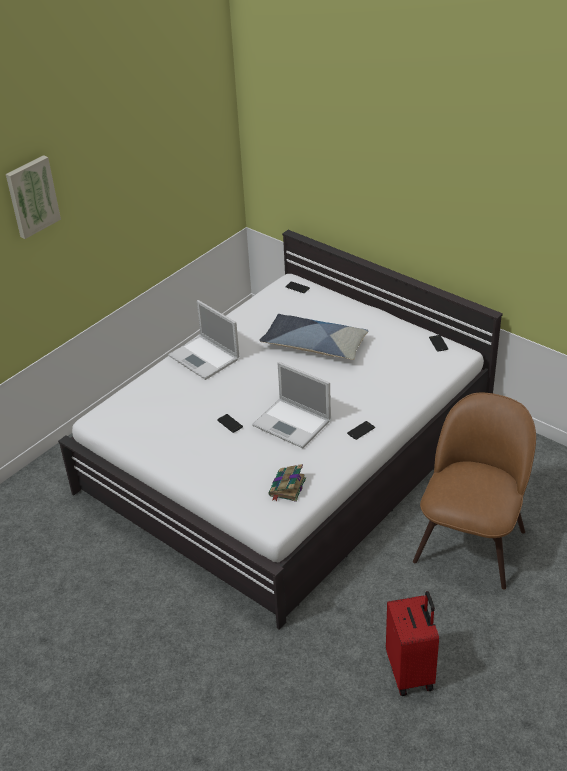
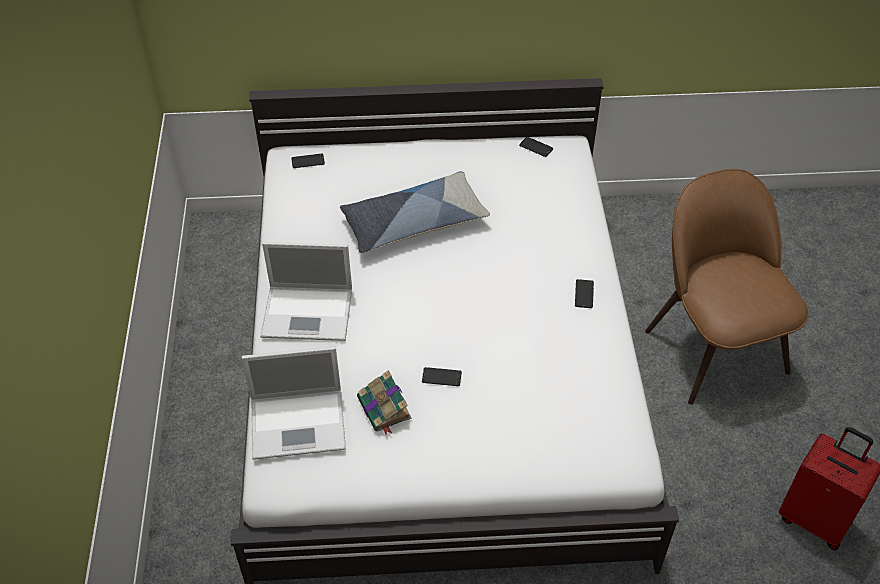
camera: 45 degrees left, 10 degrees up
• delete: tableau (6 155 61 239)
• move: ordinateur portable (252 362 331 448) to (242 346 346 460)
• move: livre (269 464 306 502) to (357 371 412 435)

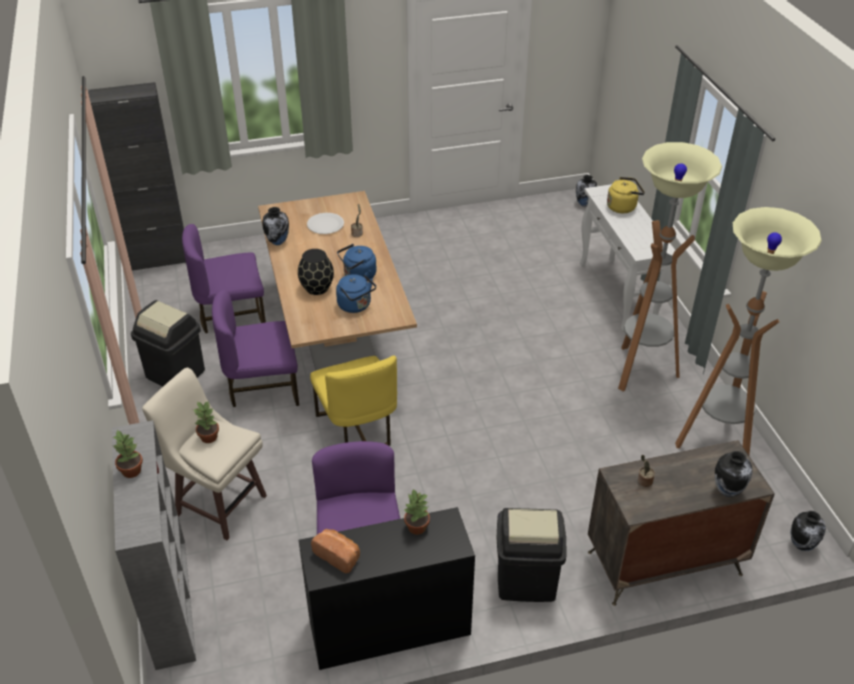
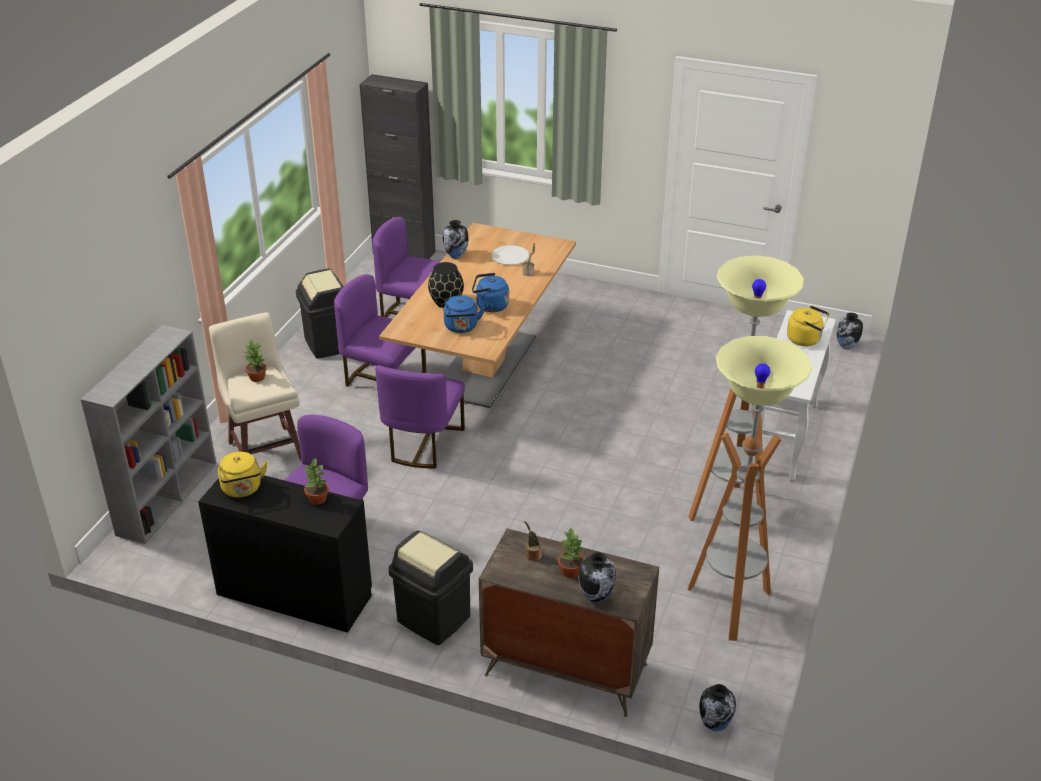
camera: 35 degrees right, 5 degrees down
• move: plante en pot (113 430 143 478) to (558 528 584 578)
• replace: pain (311 529 360 573) to bouilloire [jaune] (218 452 268 498)
• recolor: chaise [jaune] (310 355 397 446) to chaise [violet] (375 365 465 469)

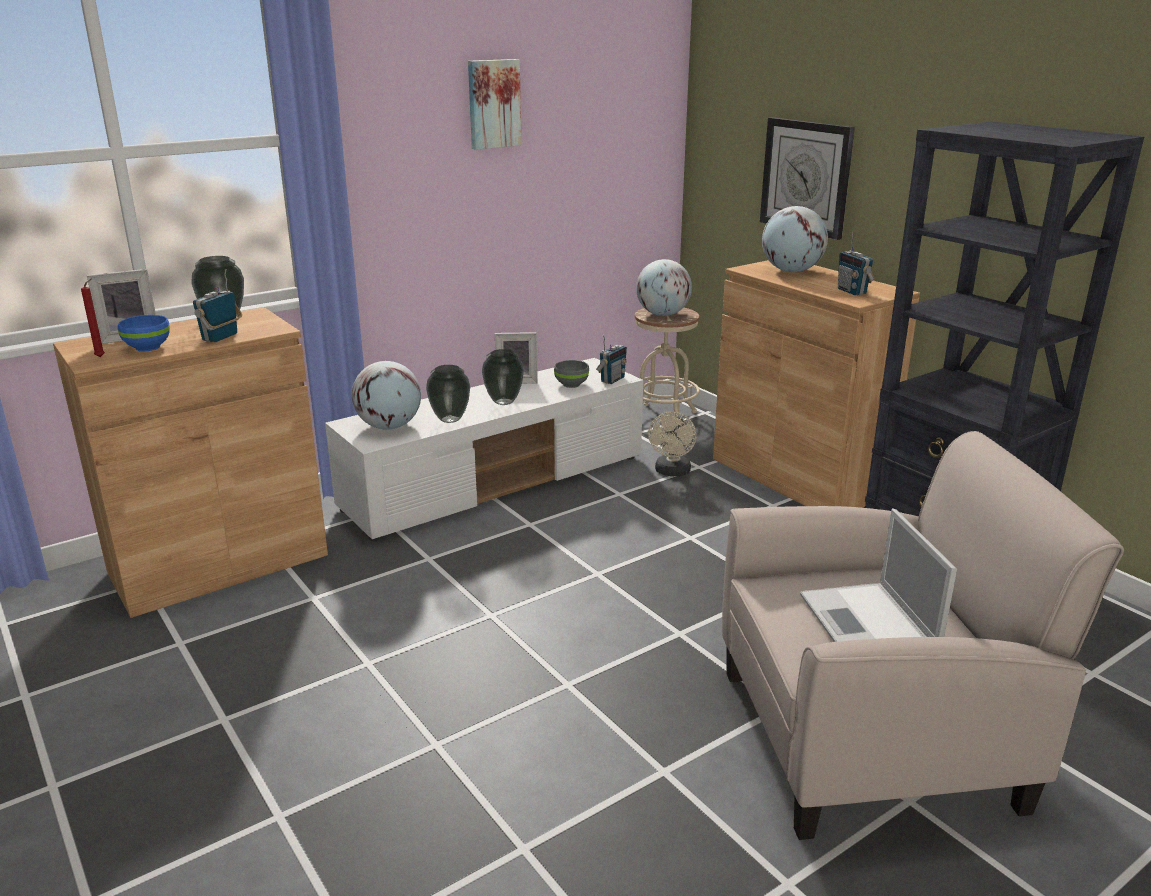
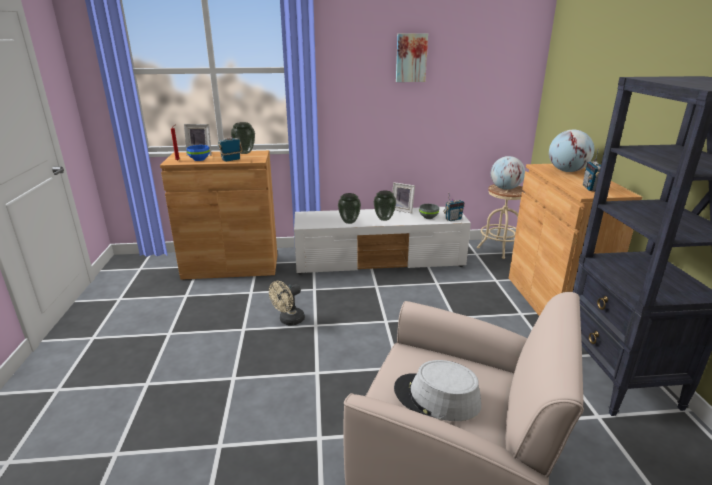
camera: 30 degrees right, 0 degrees up
• delete: globe (352 361 421 430)
• delete: horloge murale (760 117 855 240)
• move: ventilateur [beige] (648 412 697 476) to (269 281 305 326)
• replace: ordinateur portable (800 509 957 642) to chapeau [gris] (394 360 481 421)

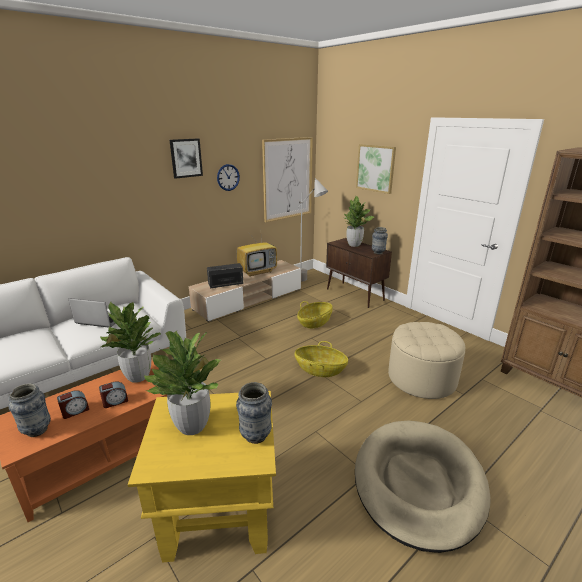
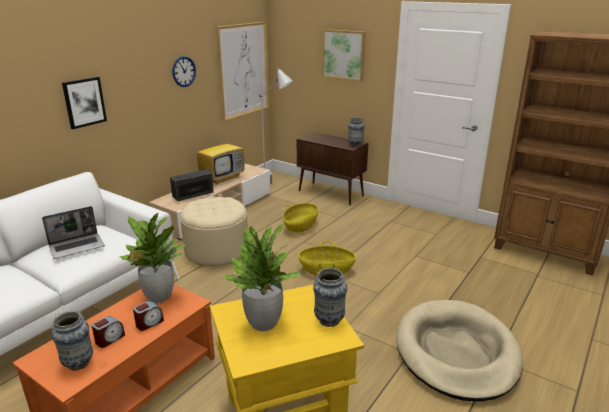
camera: 15 degrees left, 0 degrees up
• delete: plante en pot (344 196 374 247)
• move: tableau (170 138 203 179) to (62 77 107 129)
• move: pouf [beige] (388 322 465 399) to (180 197 248 266)
• rotate: ordinateur portable (69 298 116 327) = (42 206 105 259) 150 degrees clockwise

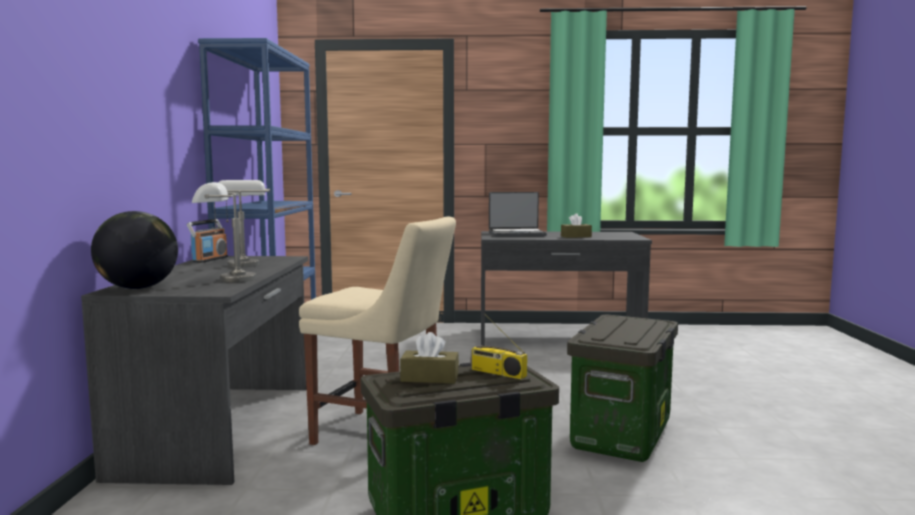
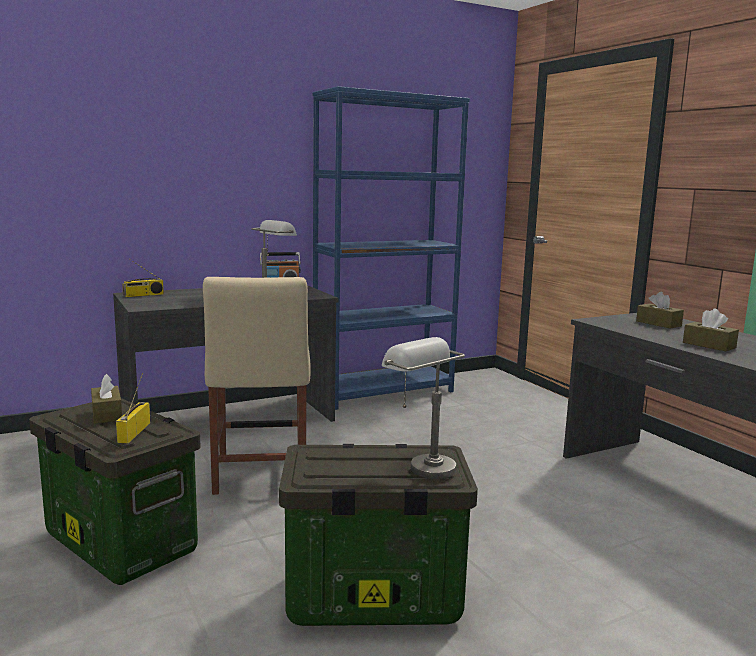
camera: 60 degrees right, 5 degrees up
• move: lampe de table [gris] (192 182 256 283) to (382 337 465 479)
• replace: globe (91 211 178 289) to radio (122 260 164 297)
• replace: ordinateur portable (489 192 547 237) to boîte à mouchoirs [marron] (636 292 684 329)

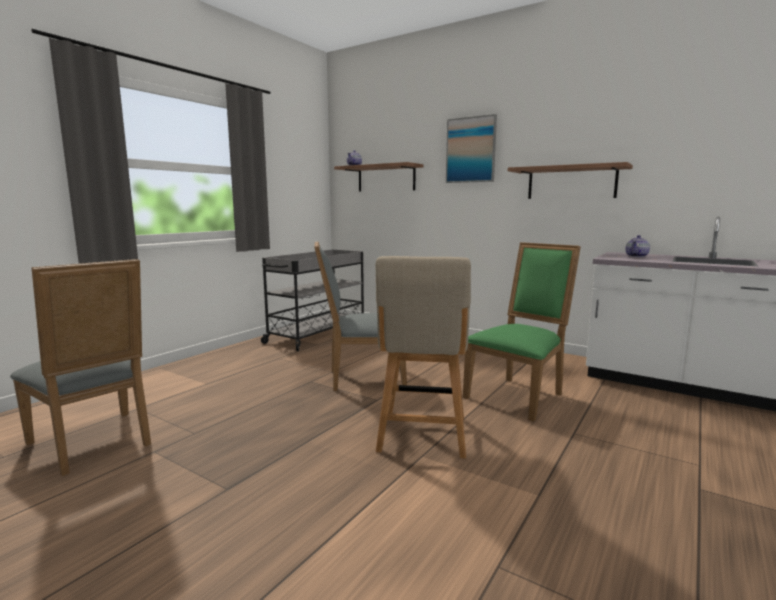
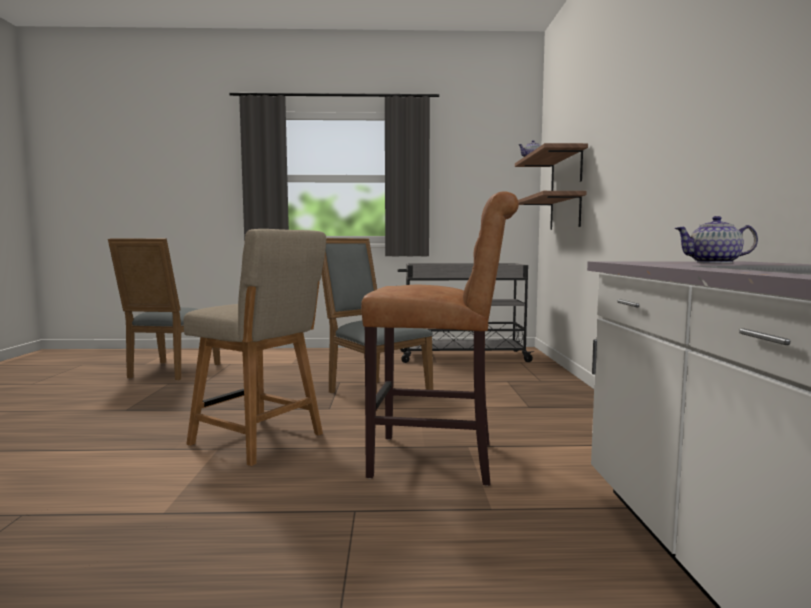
camera: 55 degrees right, 5 degrees down
• delete: tableau (446 114 497 183)
• move: étagère (508 162 633 199) to (518 191 587 230)
• replace: chaise [vert] (463 242 581 422) to tabouret [marron] (361 192 519 486)
• rotate: chaise [beige] (375 256 471 458) = (184 229 326 466) 120 degrees counterclockwise

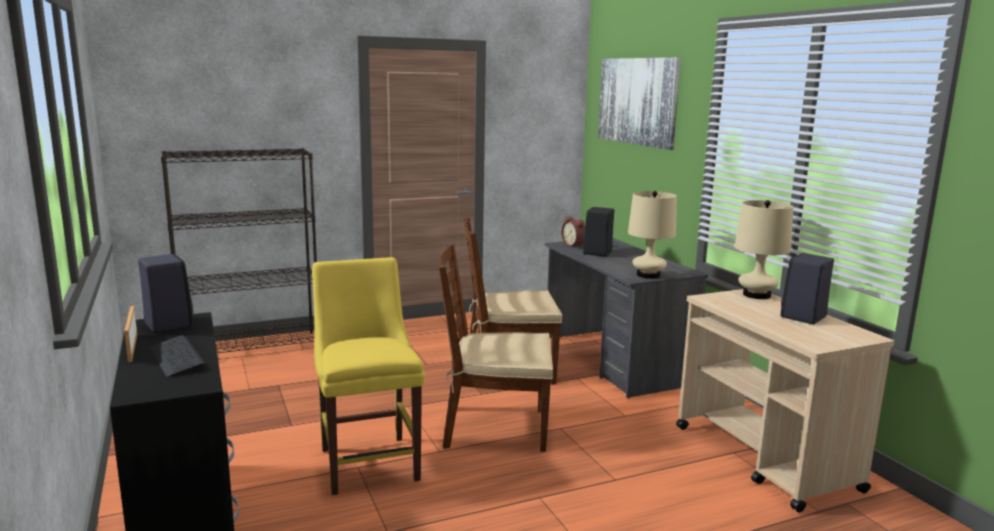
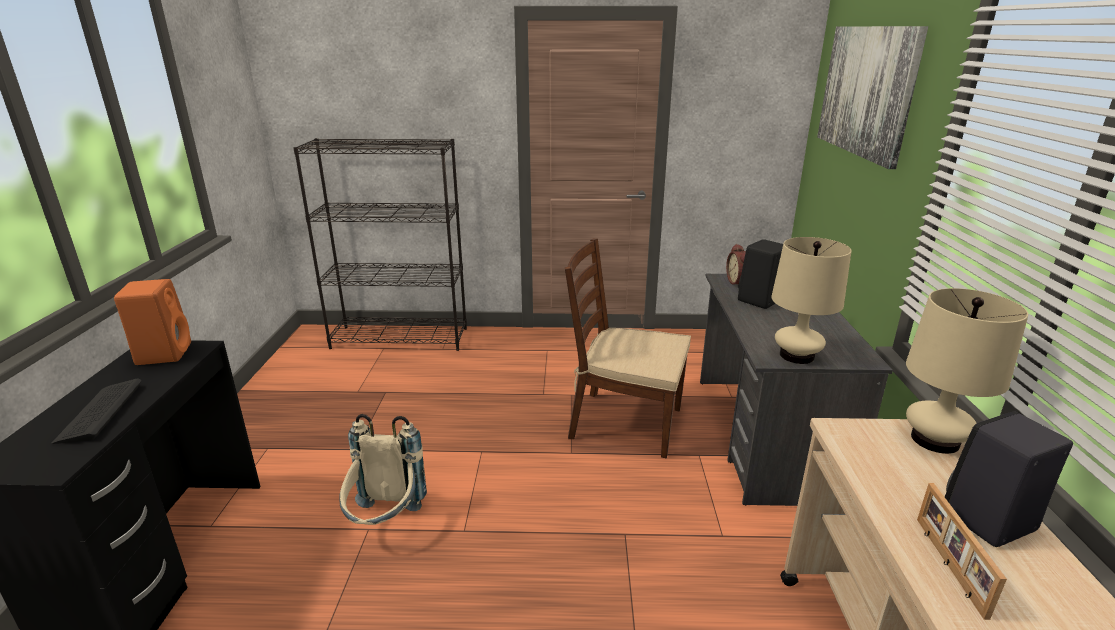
camera: 25 degrees right, 10 degrees up
• delete: chaise [marron] (438 244 553 452)
• move: cadre photo (124 306 137 362) to (917 483 1007 620)
• replace: chaise [jaune] (312 257 425 495) to sac à dos [beige] (339 414 427 525)
• recolor: enceinte [noir] (138 254 193 333) to enceinte [orange] (114 279 191 365)

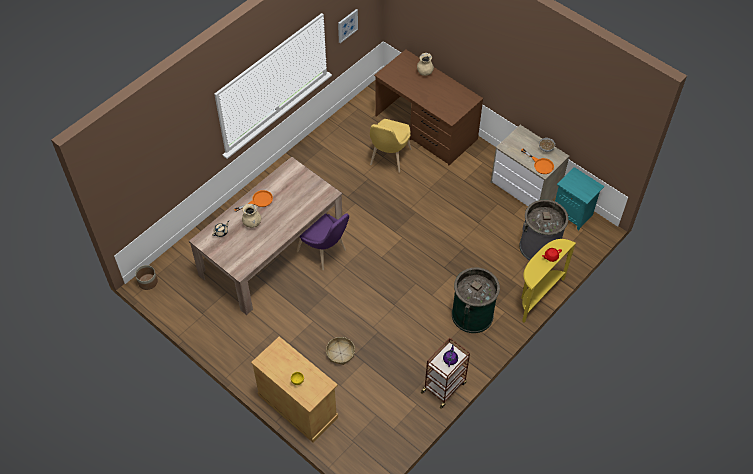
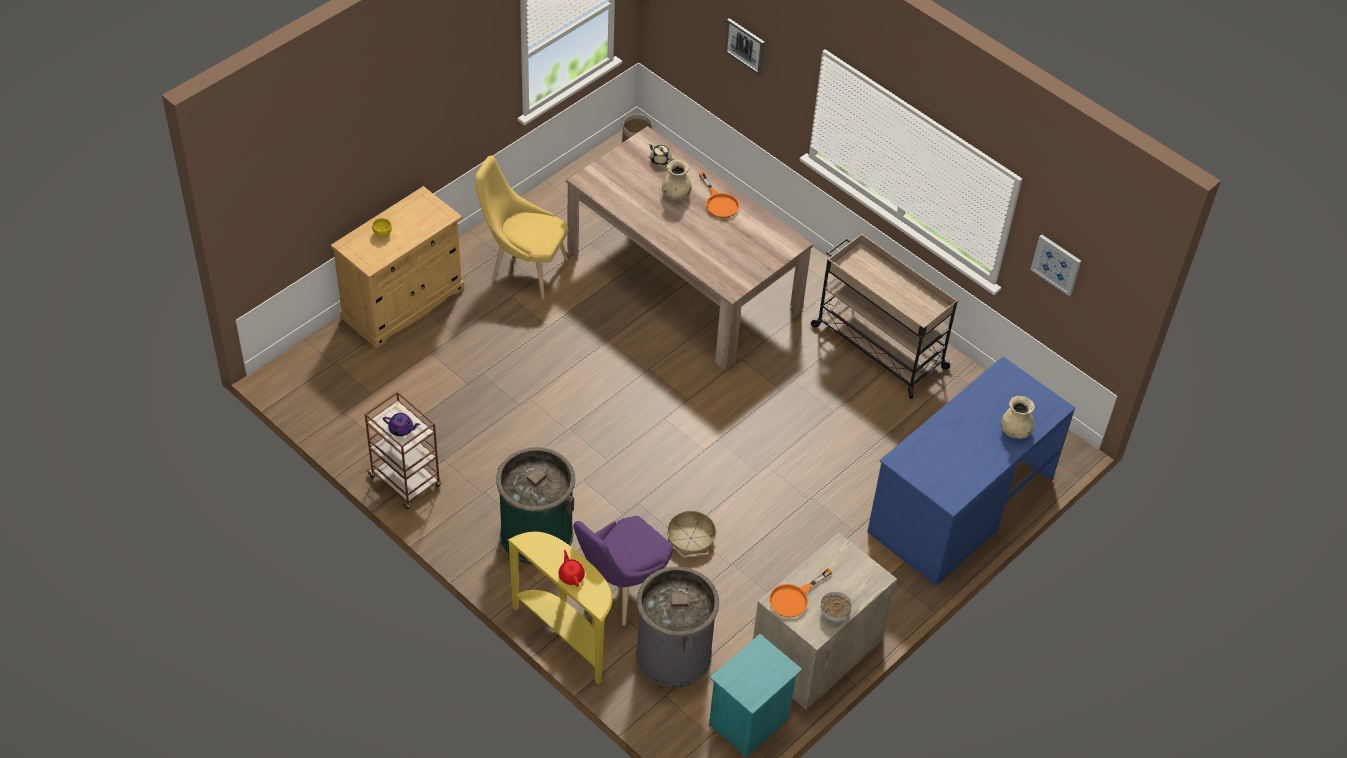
camera: 90 degrees right, 5 degrees down
• insert: tableau (724 18 765 76)
• insert: chariot [beige] (811 234 958 399)
• move: chaise [violet] (297 213 349 270) to (573 516 673 626)
• move: panier (326 337 355 365) to (667 511 716 556)
• move: chaise [jaune] (370 119 412 173) to (475 156 568 299)
• recolor: bureau [marron] (374 49 483 166) to bureau [bleu] (867 357 1076 586)

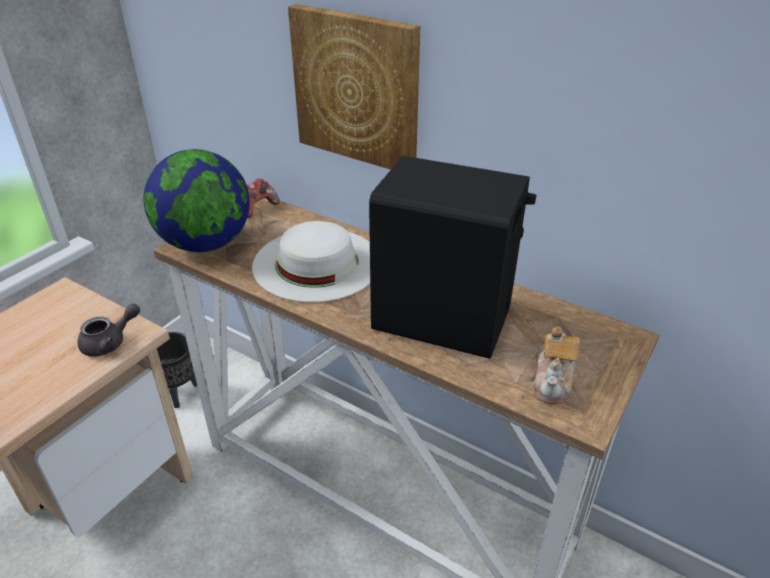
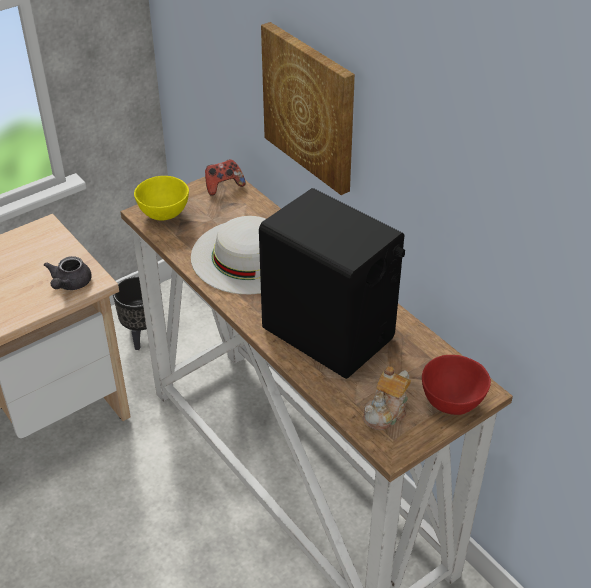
camera: 20 degrees right, 5 degrees up
• insert: bol [rouge] (422 355 491 415)
• replace: globe (144 149 250 252) to bol [jaune] (134 176 189 220)
• rotate: théière [gris] (77 304 140 357) = (44 256 92 290) 120 degrees clockwise

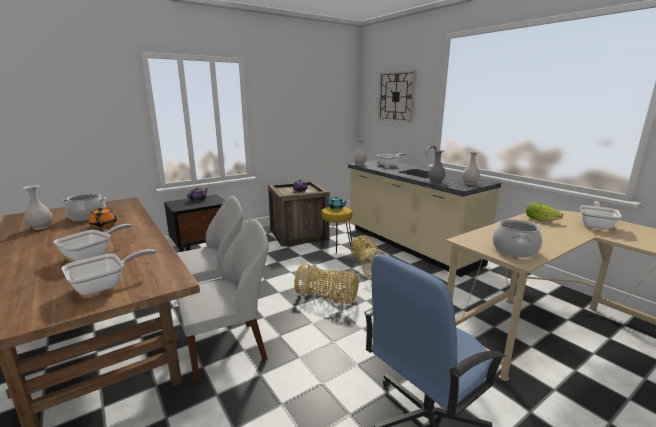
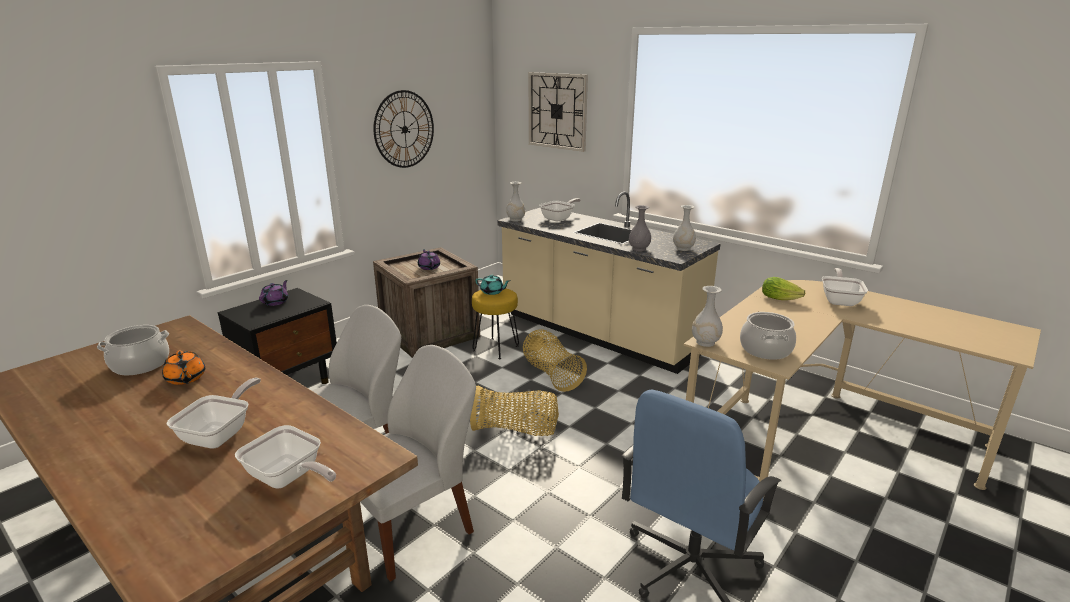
camera: 15 degrees left, 5 degrees up
• insert: horloge murale (373 90 434 168)
• move: vase [blanc] (22 185 53 230) to (692 286 723 347)
• rotate: poêle (62 249 156 295) = (235 425 336 489) 90 degrees clockwise

